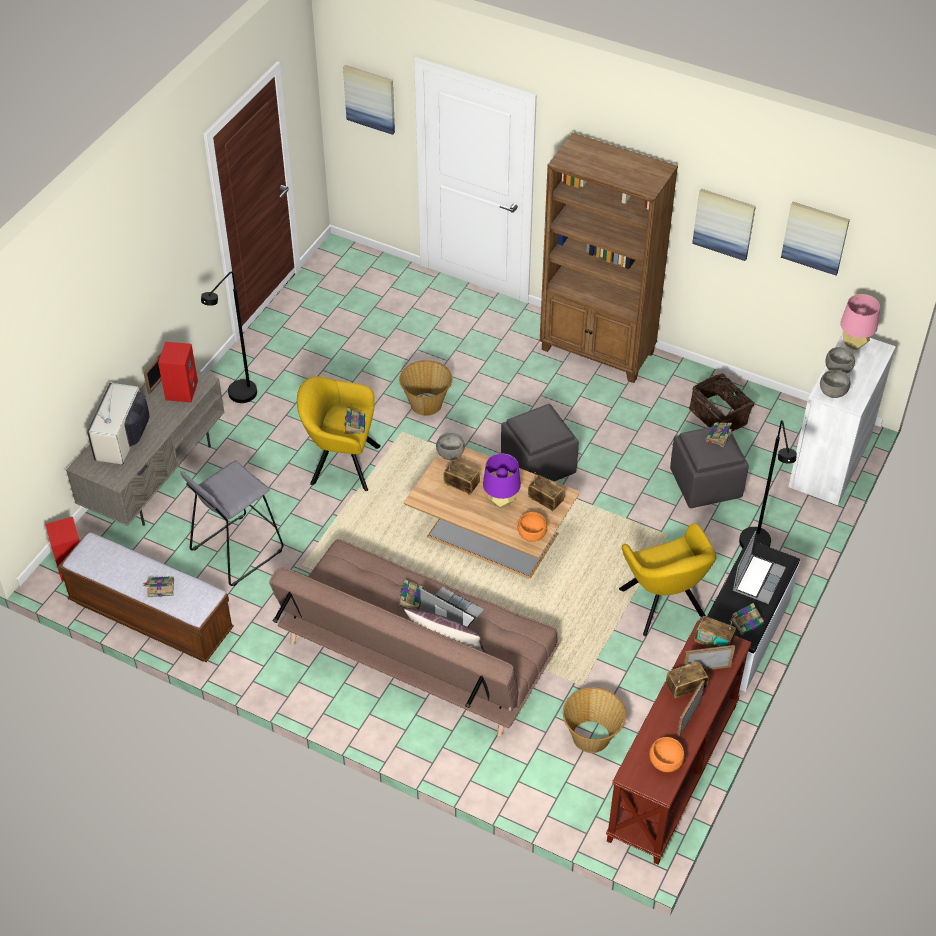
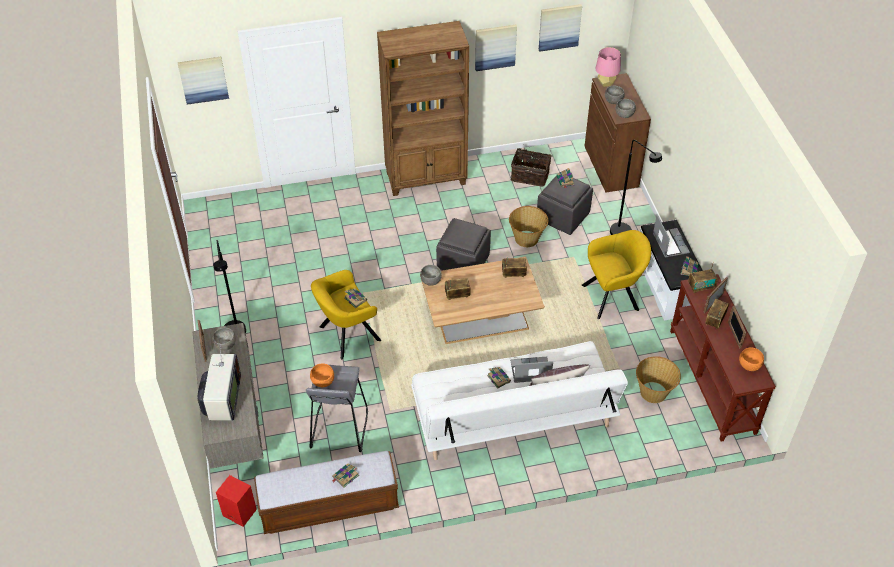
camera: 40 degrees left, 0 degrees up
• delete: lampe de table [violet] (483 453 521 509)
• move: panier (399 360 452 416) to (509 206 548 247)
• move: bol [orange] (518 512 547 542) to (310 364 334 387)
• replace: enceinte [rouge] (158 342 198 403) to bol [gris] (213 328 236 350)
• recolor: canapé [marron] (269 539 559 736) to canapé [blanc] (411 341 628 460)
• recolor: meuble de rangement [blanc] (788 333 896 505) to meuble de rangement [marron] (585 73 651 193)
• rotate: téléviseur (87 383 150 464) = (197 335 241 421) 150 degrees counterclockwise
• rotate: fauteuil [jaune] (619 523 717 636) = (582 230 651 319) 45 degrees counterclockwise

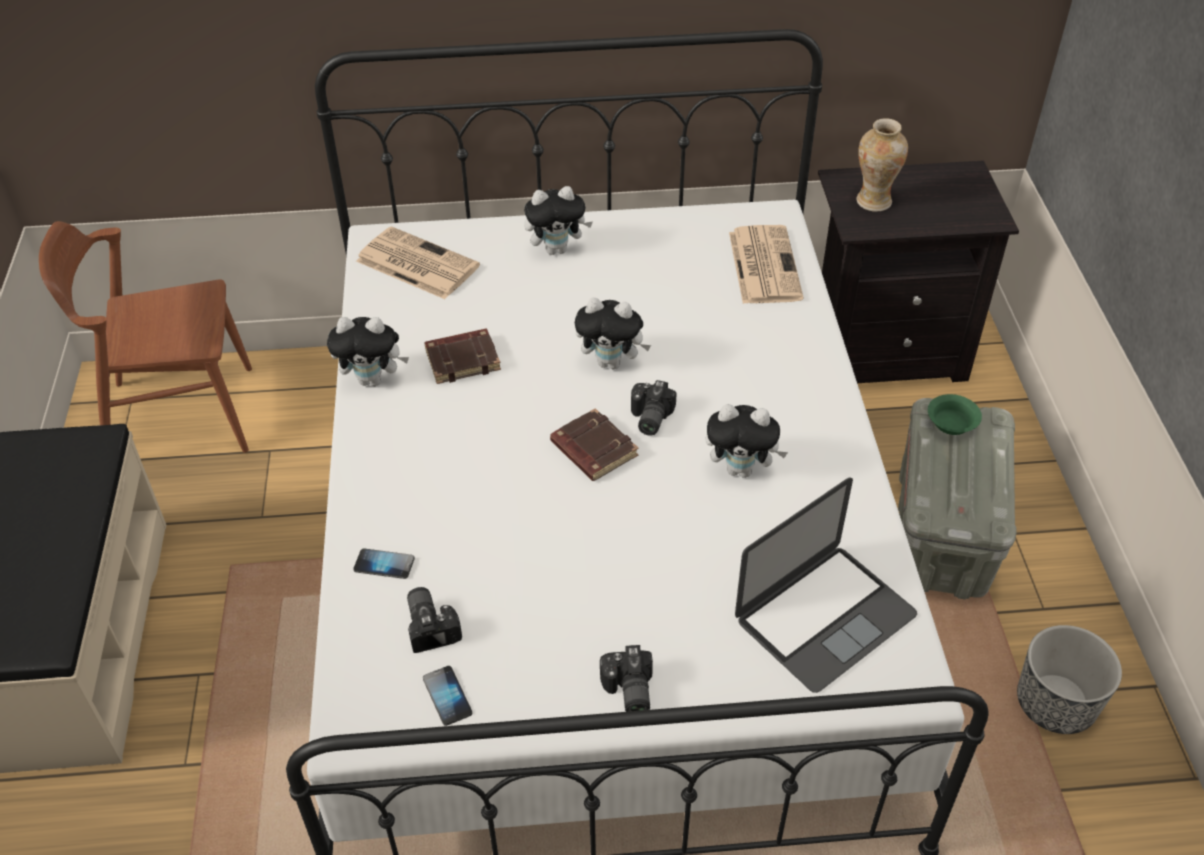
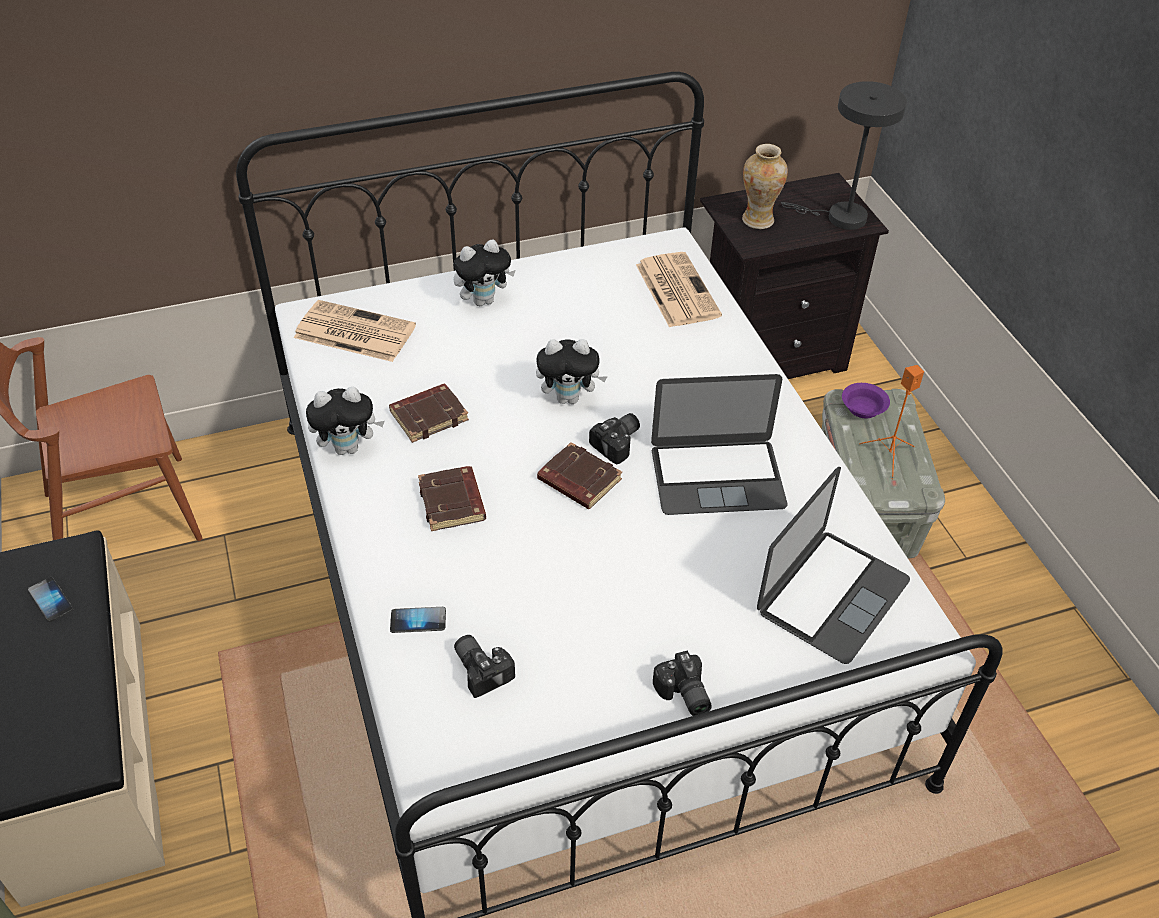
camera: 15 degrees left, 0 degrees up
• delete: cache-pot (1017 625 1122 734)
• insert: livre [marron] (418 466 486 531)
• insert: lampe de table [gris] (781 81 907 230)
• insert: enceinte [orange] (859 365 924 480)
• move: téléphone (423 666 472 726) to (28 577 73 622)
• replace: peluche (706 404 788 478) to ordinateur portable (651 374 788 515)
• recolor: bol [vert] (928 394 982 435) to bol [violet] (842 383 890 418)
• rotate: appareil photo (631 380 677 436) = (589 413 640 464) 135 degrees counterclockwise

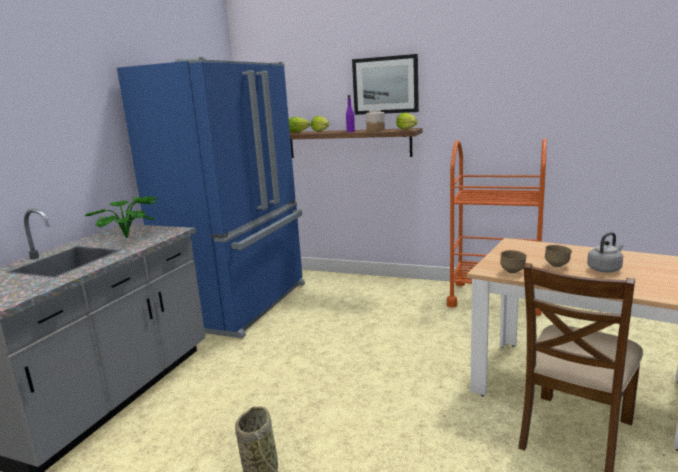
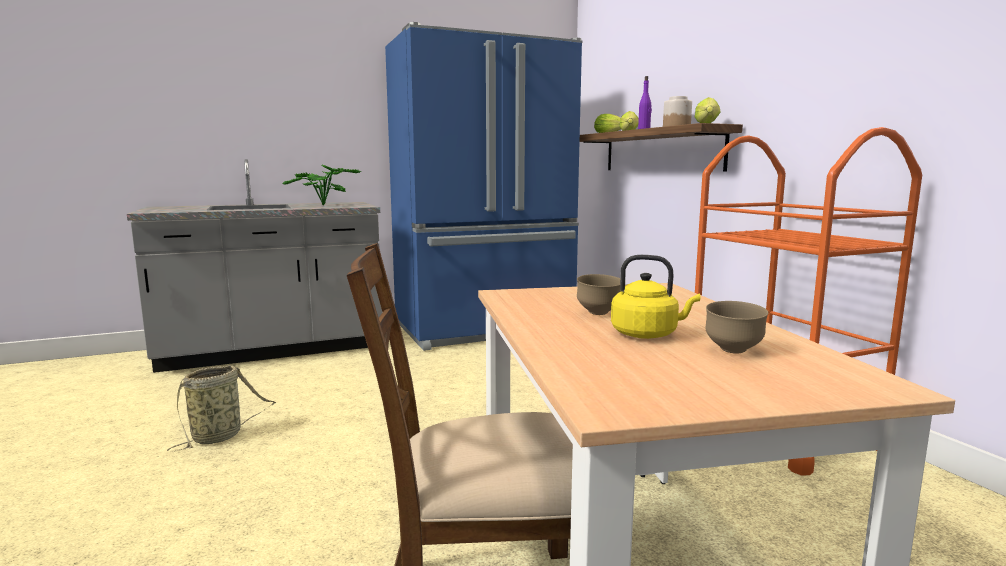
camera: 45 degrees right, 5 degrees down
• delete: tableau (352 54 419 115)
• move: bol [marron] (500 250 527 274) to (706 301 768 353)
• recolor: bouilloire [gris] (587 232 623 272) to bouilloire [jaune] (611 255 700 339)

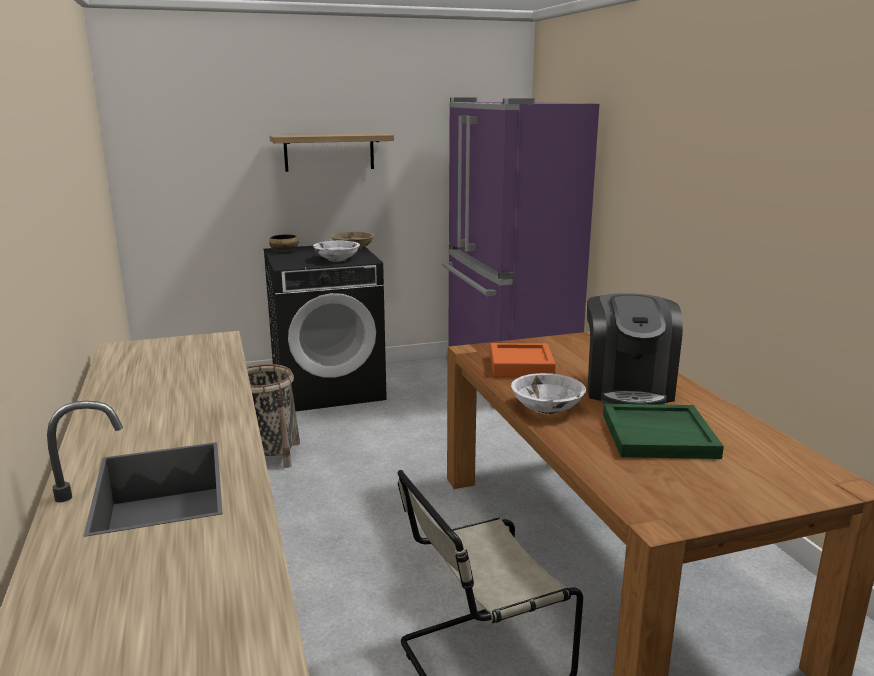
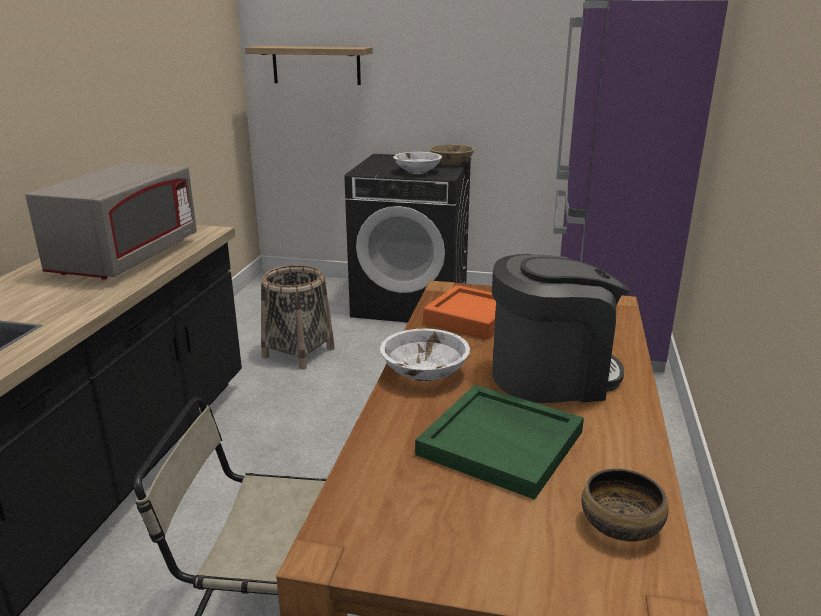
camera: 30 degrees right, 5 degrees up
• insert: micro-ondes [gris] (25 163 197 280)
• move: étagère (269 133 394 172) to (245 46 373 85)
• move: bol (269 235 298 252) to (581 468 668 541)
• rotate: machine à café (587 293 683 405) = (492 254 631 403) 135 degrees counterclockwise

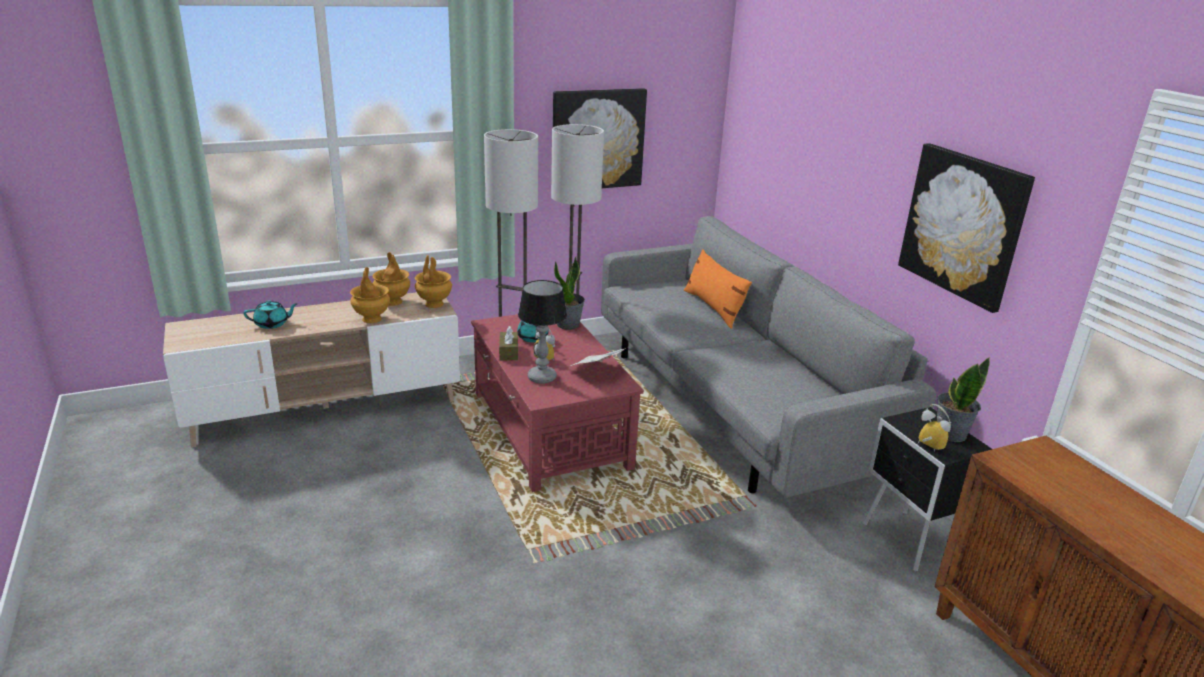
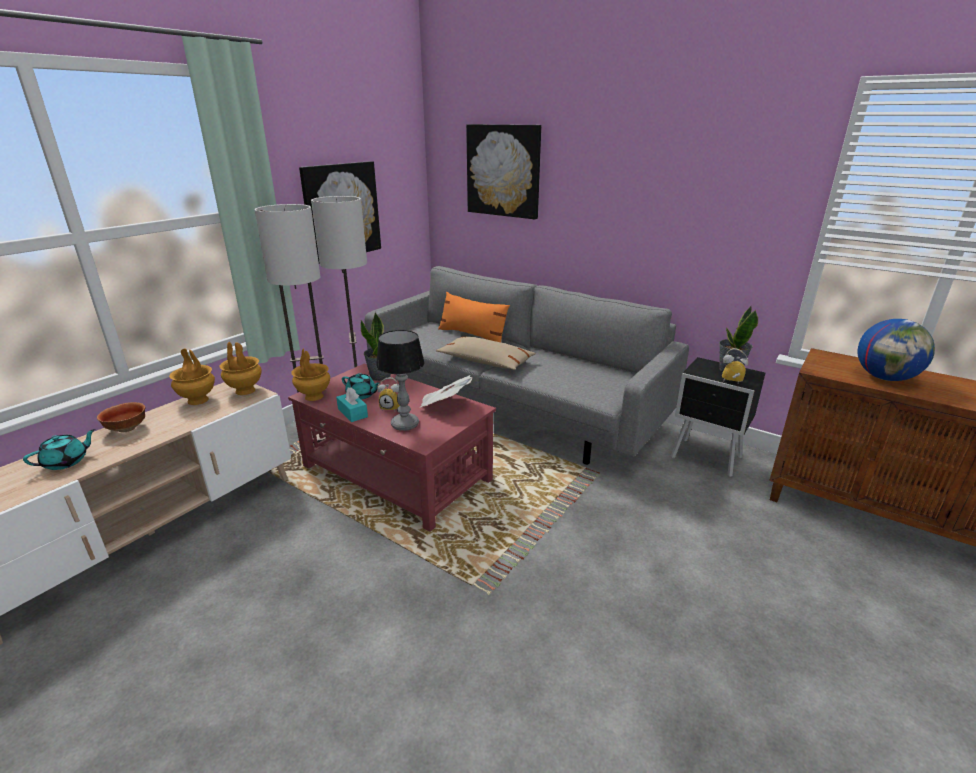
camera: 30 degrees left, 0 degrees up
• insert: bol (97 402 145 433)
• insert: coussin [beige] (436 337 536 370)
• insert: globe (857 319 935 381)
• move: vase [marron] (350 267 390 323) to (291 348 330 401)
• move: tableau (898 143 1035 313) to (466 124 541 219)
• recolor: boîte à mouchoirs [marron] (499 326 518 360) to boîte à mouchoirs [turquoise] (336 387 368 422)

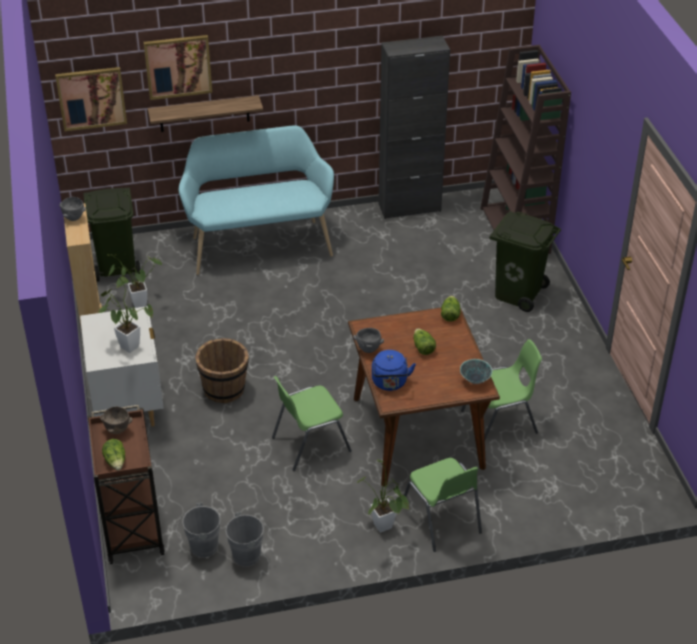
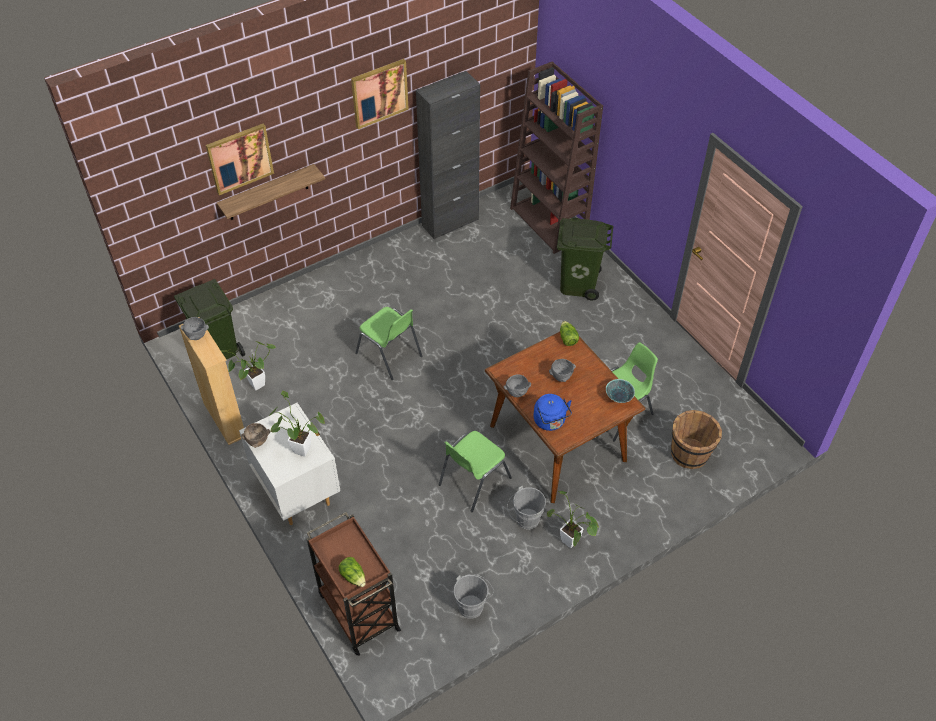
camera: 20 degrees left, 10 degrees up
• delete: banc [turquoise] (179 125 334 275)
• move: tableau (55 67 127 131) to (351 59 409 129)
• move: bol [marron] (100 407 133 434) to (241 423 270 448)
• move: seau [gris] (177 503 221 558) to (507 486 546 530)
• move: seau [marron] (195 338 249 403) to (671 410 722 469)
• move: chaise [vert] (404 458 482 552) to (355 307 422 380)
• replace: laitue (413 328 436 355) to bol [gris] (549 359 576 382)

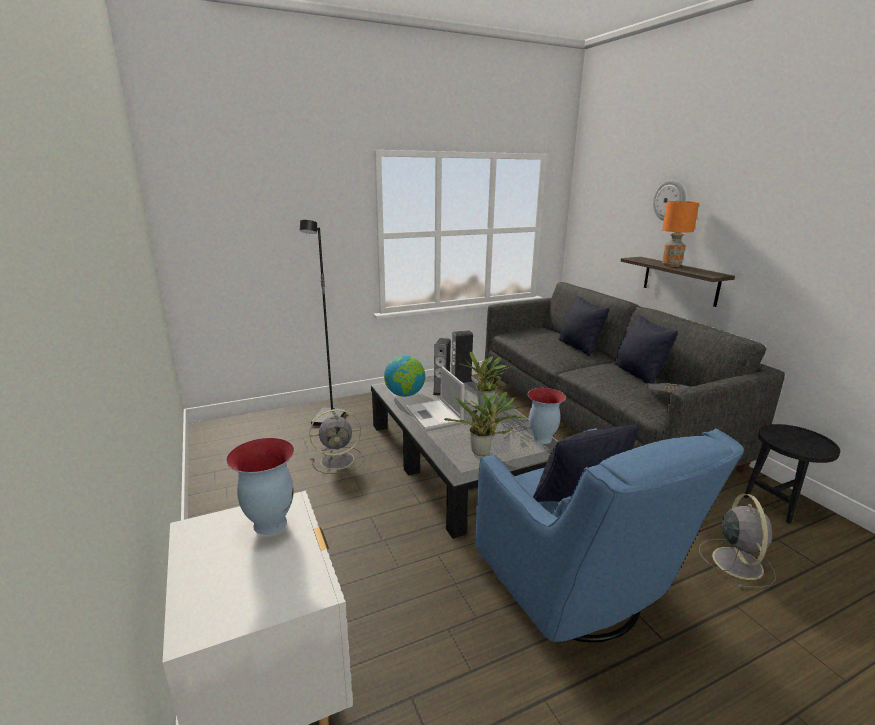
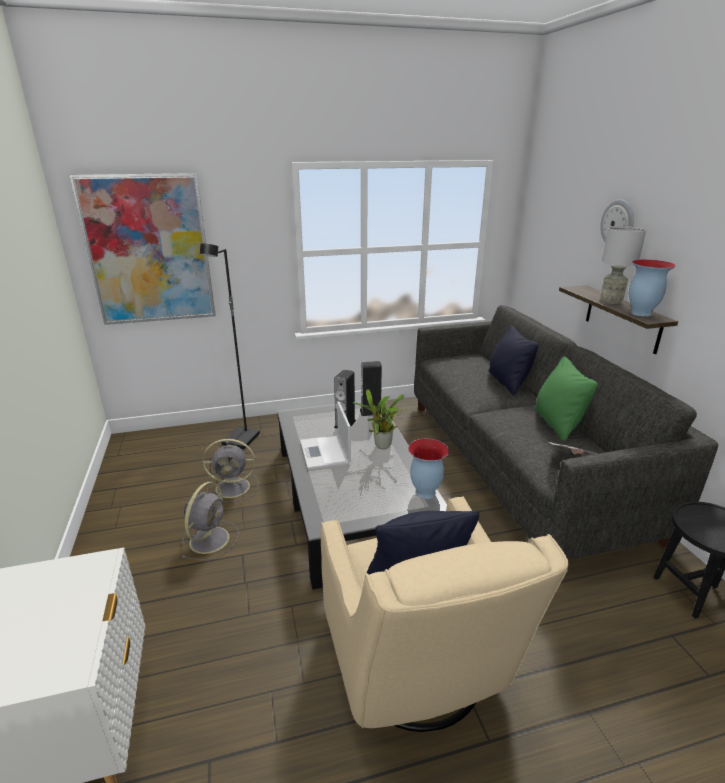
camera: 10 degrees right, 5 degrees up
• delete: globe (384 356 425 397)
• delete: plante en pot (444 392 529 456)
• insert: tableau (70 173 216 325)
• move: vase (226 438 295 535) to (629 259 676 317)
• move: ventilateur [gris] (699 494 776 588) to (182 482 239 560)
• recolor: fauteuil [bleu] (475 428 744 643) to fauteuil [beige] (321 496 569 732)
• recolor: coussin [noir] (614 315 678 384) to coussin [vert] (535 356 598 441)
• recolor: lampe de table [orange] (662 201 699 267) to lampe de table [gris] (600 226 646 304)

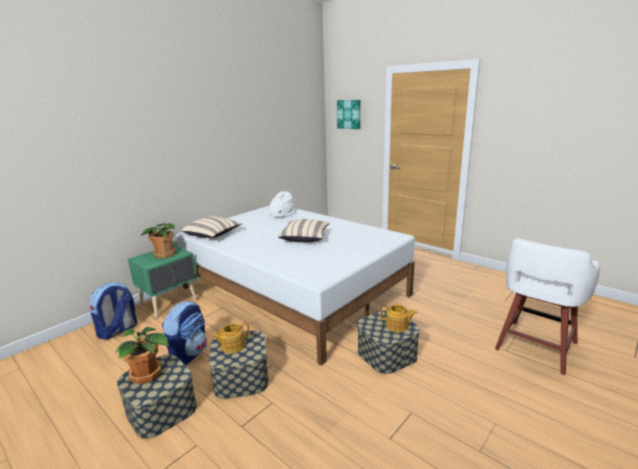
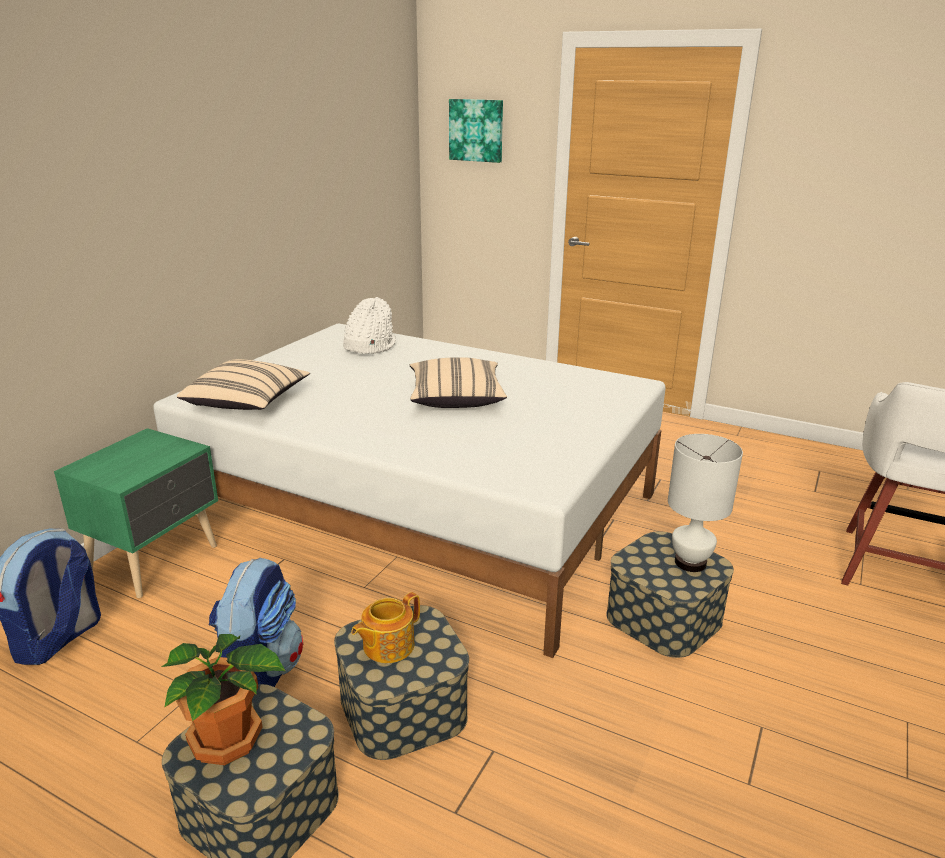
camera: 15 degrees left, 5 degrees up
• delete: plante en pot (140 223 176 258)
• replace: théière (380 304 417 332) to lampe de table [blanc] (668 434 743 572)

